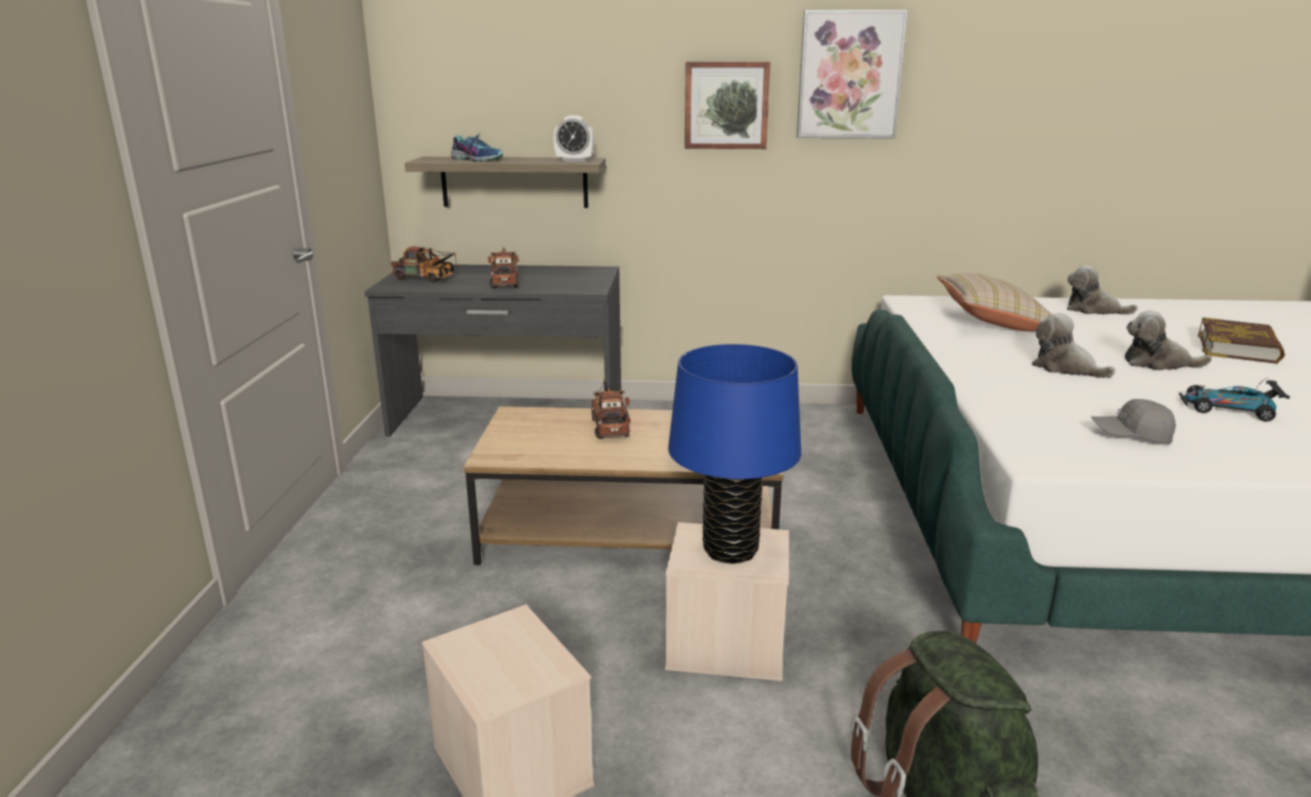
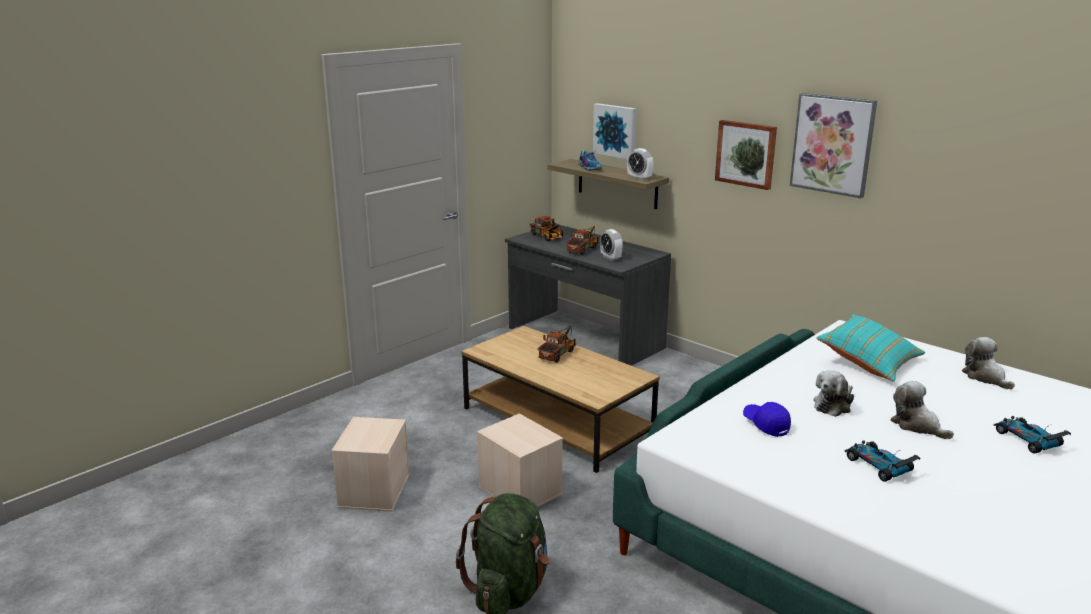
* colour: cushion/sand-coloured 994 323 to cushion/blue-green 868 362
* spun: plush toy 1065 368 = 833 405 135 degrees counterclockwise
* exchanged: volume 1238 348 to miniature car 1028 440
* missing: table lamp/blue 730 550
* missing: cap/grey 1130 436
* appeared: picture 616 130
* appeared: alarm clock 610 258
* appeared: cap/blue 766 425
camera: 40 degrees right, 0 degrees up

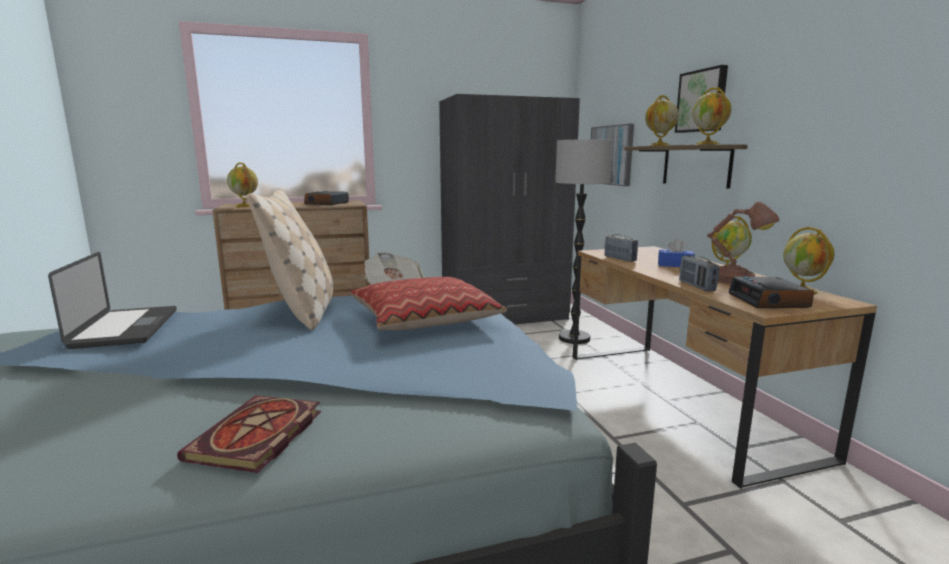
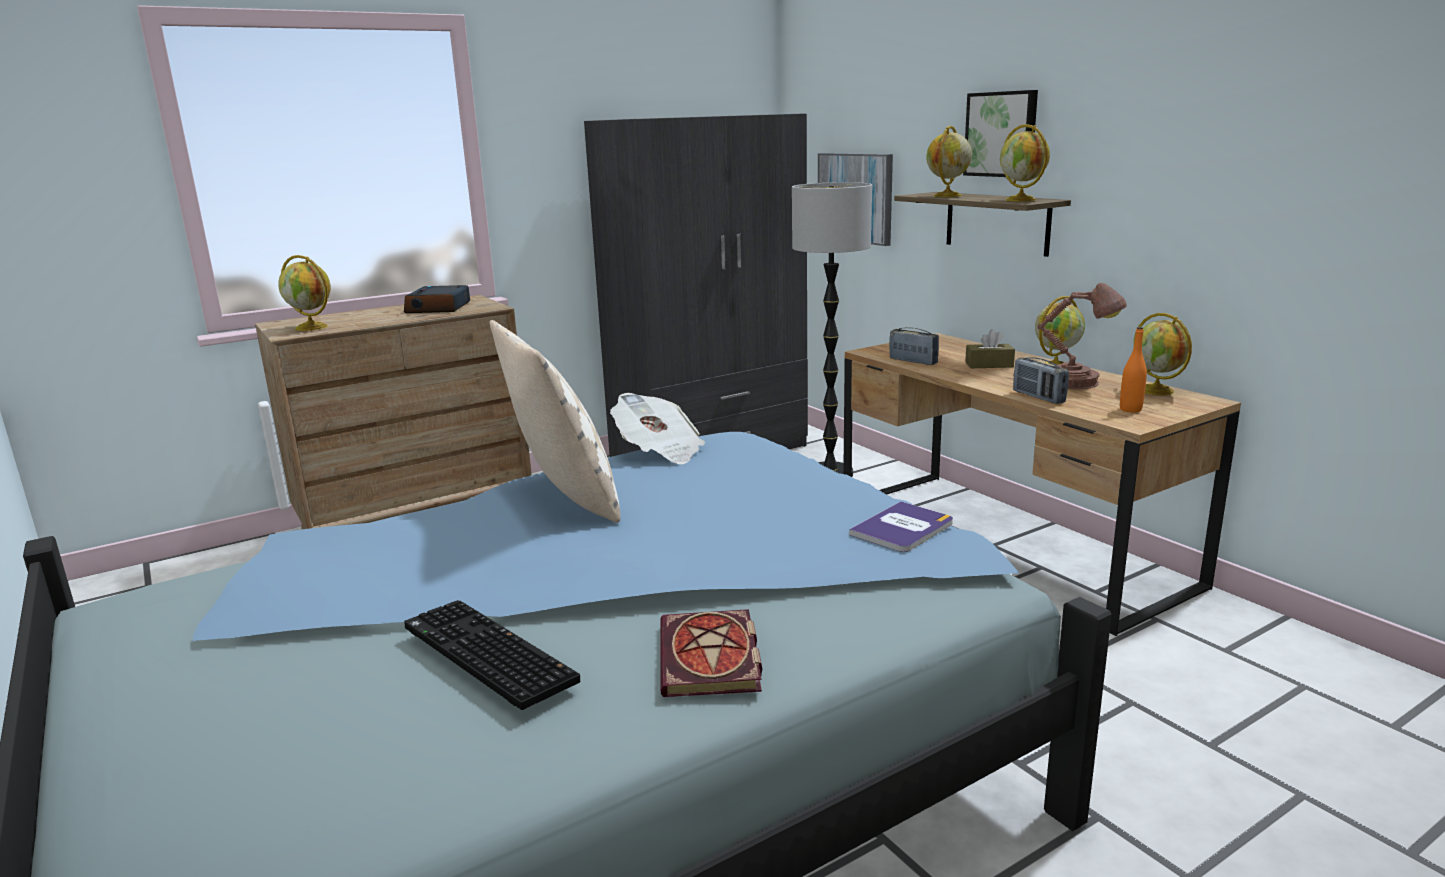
* colour: tissue box/blue 675 265 to tissue box/brown 989 365
* missing: laptop 126 328
* missing: cushion 423 319
* exchanged: alarm clock 769 301 to beverage bottle/orangey 1130 409
* appeared: volume 902 528
* appeared: PC keyboard 483 655
camera: 15 degrees left, 5 degrees up

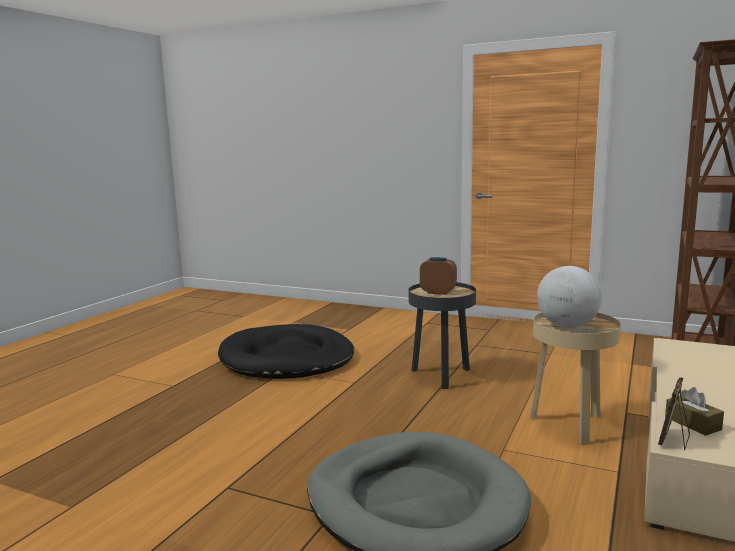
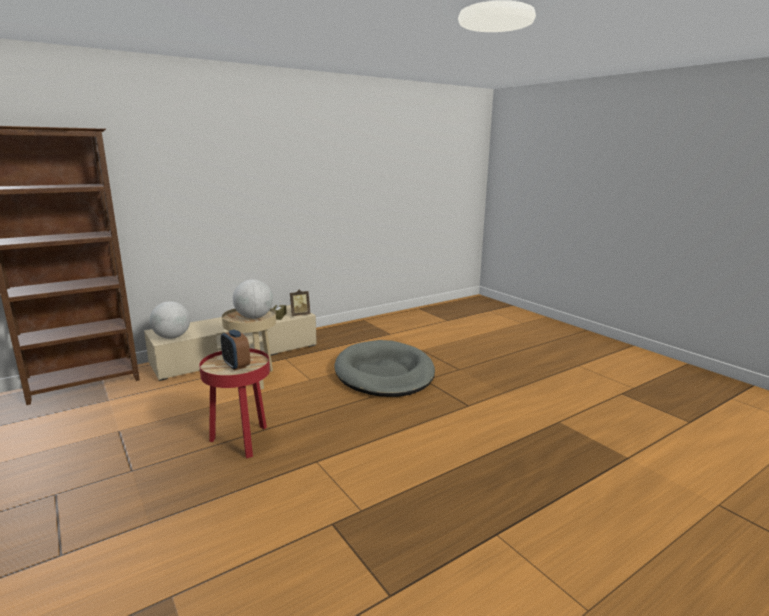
* colour: side table/black-coloured 441 376 to side table/red-coloured 242 440
* missing: dog bed/black-coloured 286 358
* appeared: desk globe 172 337
camera: 150 degrees left, 5 degrees up

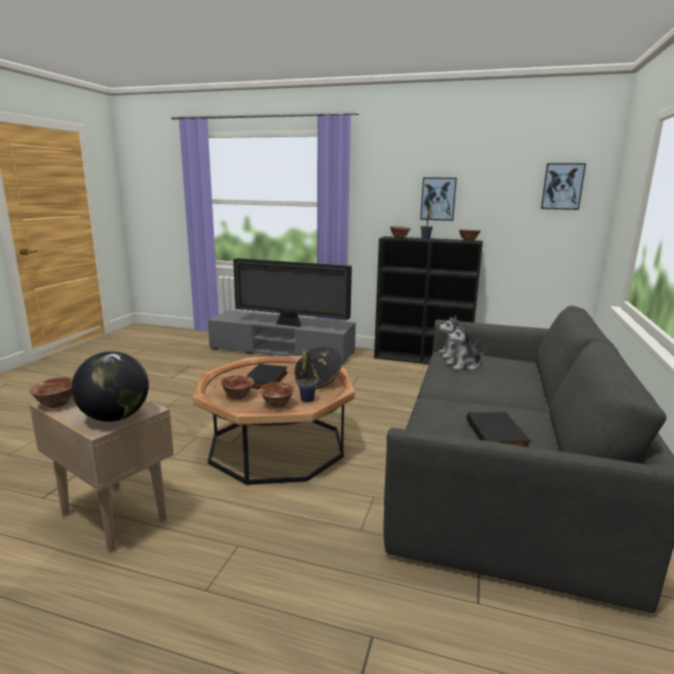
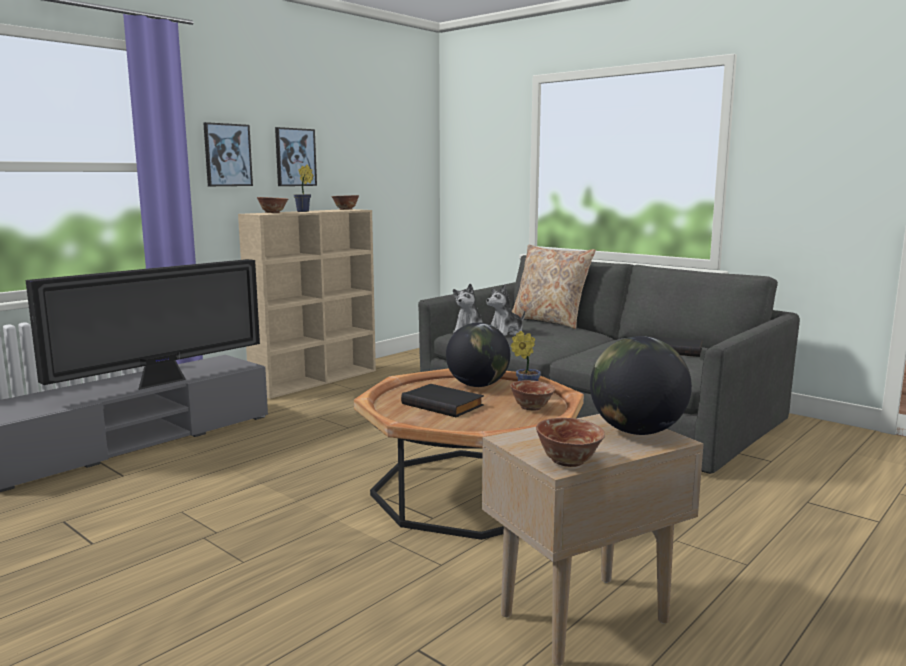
* relocated: picture 562 186 to 227 155
* colour: shelving unit/black-coloured 423 359 to shelving unit/sand-coloured 316 380
* spun: plush toy 464 365 = 505 333 45 degrees clockwise
* exchanged: hat/black-coloured 318 382 to desk globe 477 385
* missing: bowl 238 396
* appeared: cushion/sand-coloured 549 321
camera: 65 degrees left, 5 degrees down

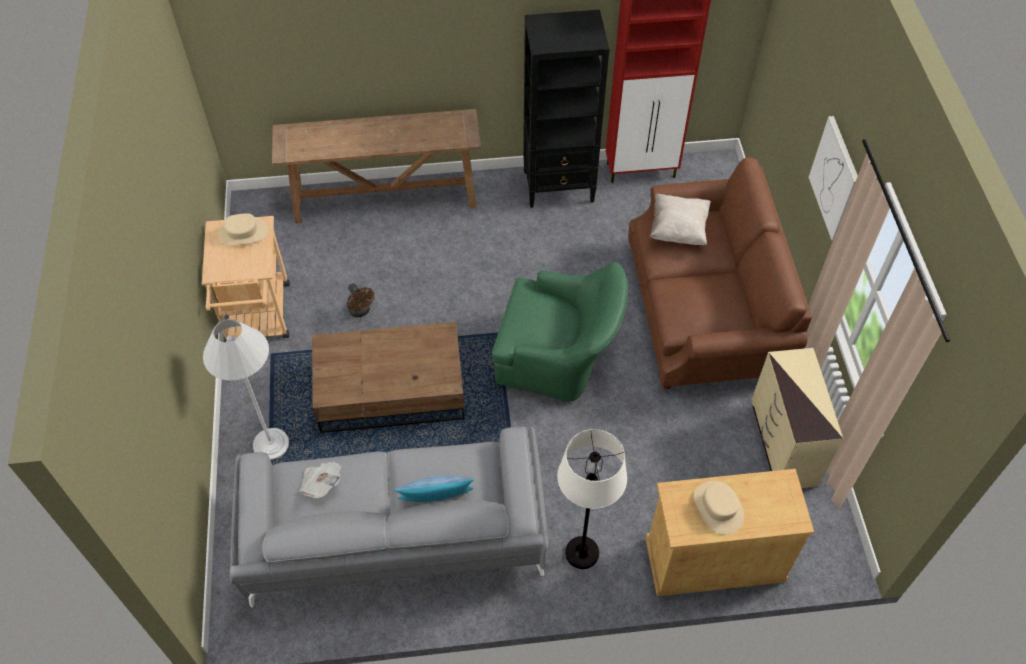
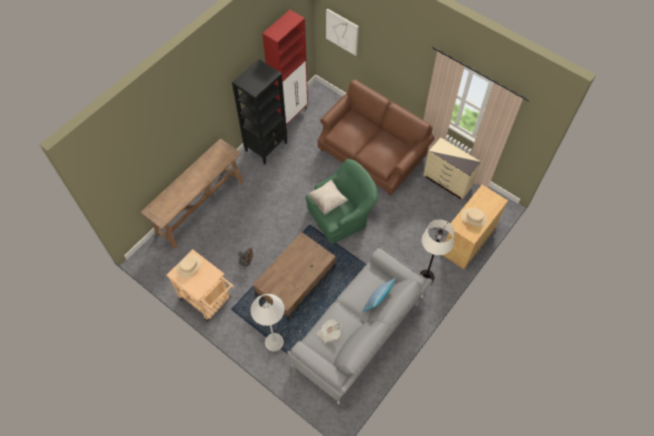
* relocated: picture 835 178 to 342 31
* relocated: cushion/sand-coloured 678 229 to 327 201
camera: 45 degrees left, 5 degrees up

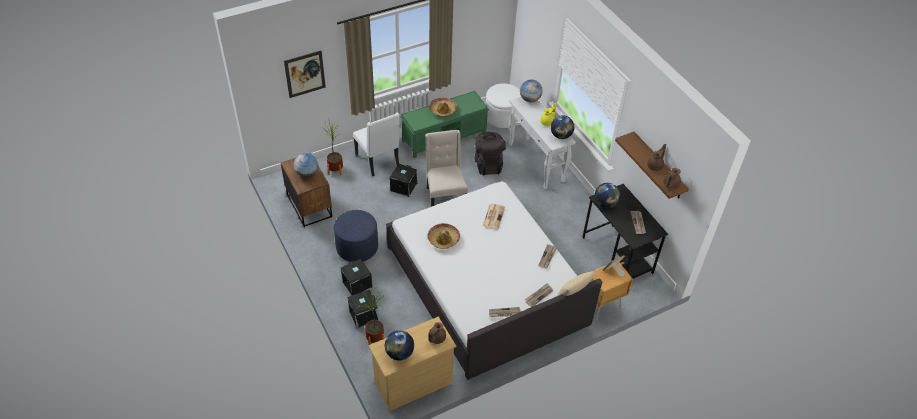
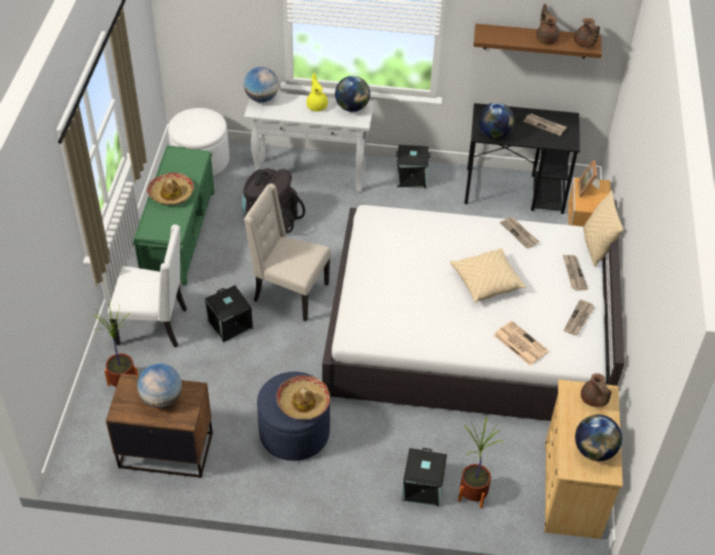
* missing: picture 305 74
* relocated: daily paper 493 216 to 519 343
* relocated: hat 443 239 to 303 402
* relocated: storage container/black-coloured 356 284 to 411 178
* appeared: cushion/sand-coloured 487 281
camera: 55 degrees left, 0 degrees up

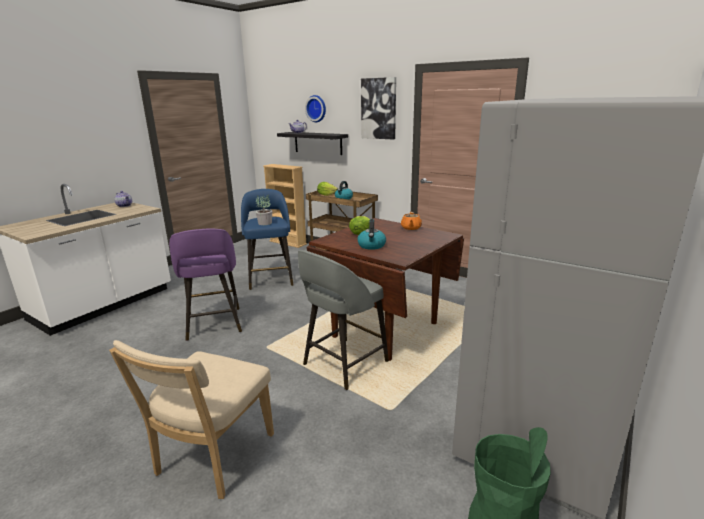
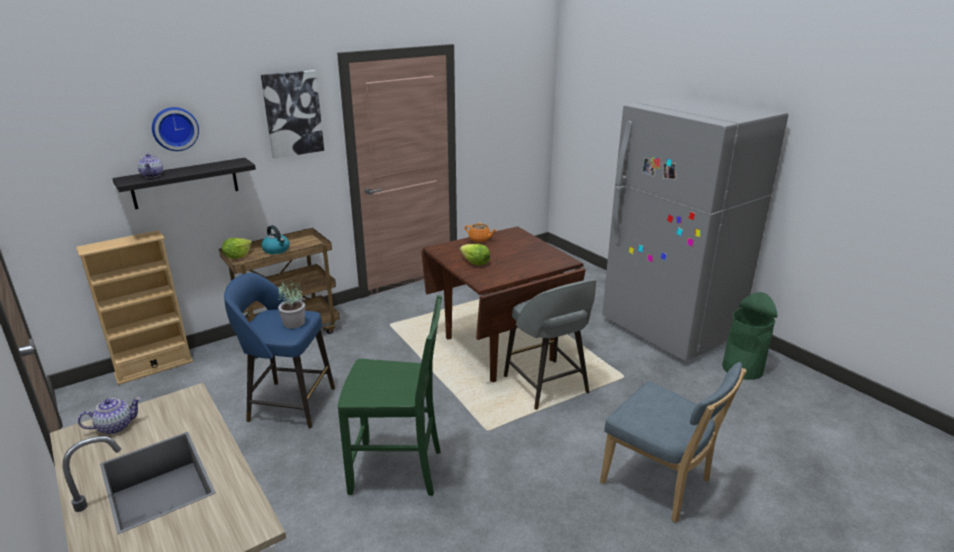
* missing: water kettle 371 246
* exchanged: stool/purple 214 324 to chair/green-coloured 398 471
* colour: chair/sand-coloured 212 458 to chair/blue 660 484
camera: 70 degrees left, 5 degrees up

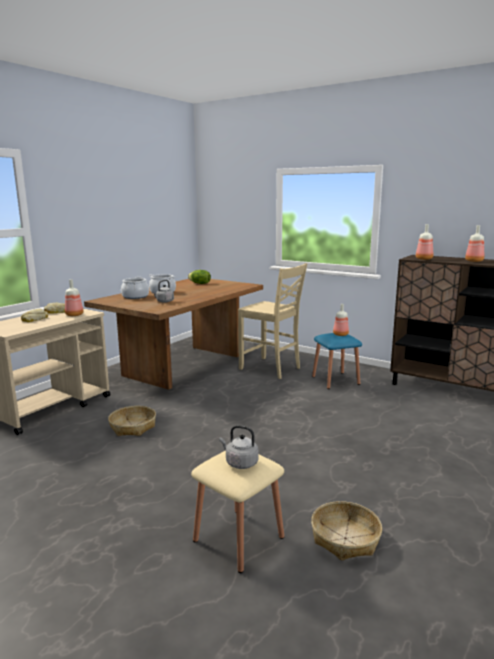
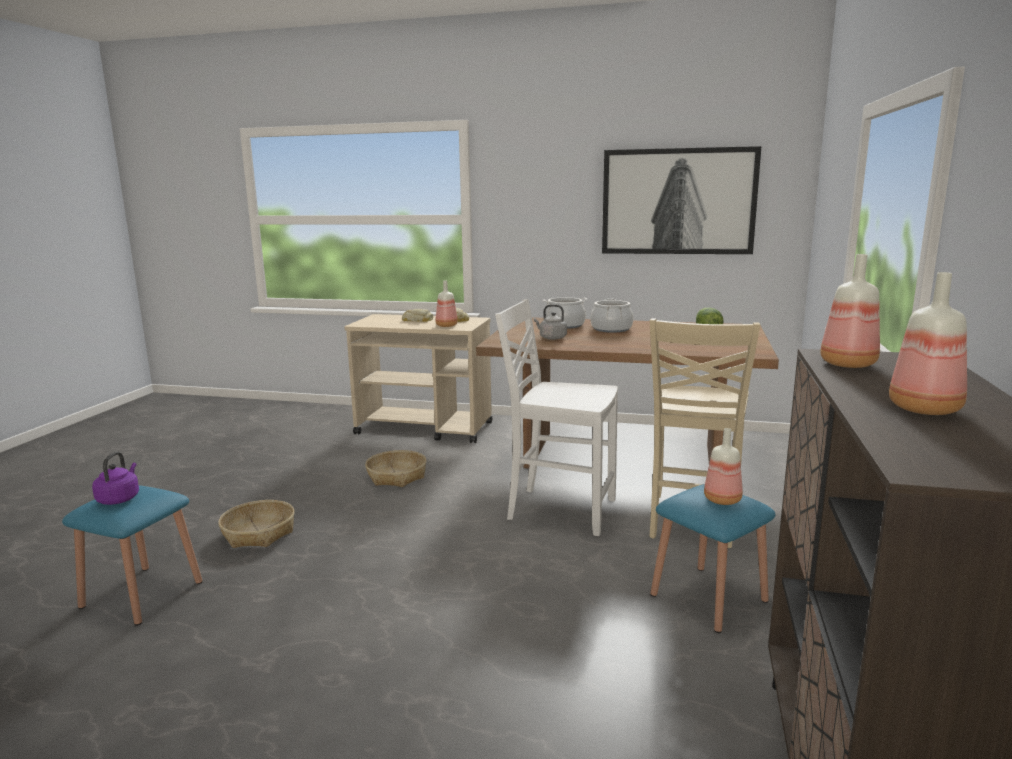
* colour: water kettle/grey 240 463 to water kettle/purple 119 498
* colour: stool/sand-coloured 238 538 to stool/blue 142 594
* relocated: storage basket 345 539 to 258 533
* appeared: picture 678 201
* appeared: chair/white-coloured 559 510
camera: 70 degrees right, 0 degrees up

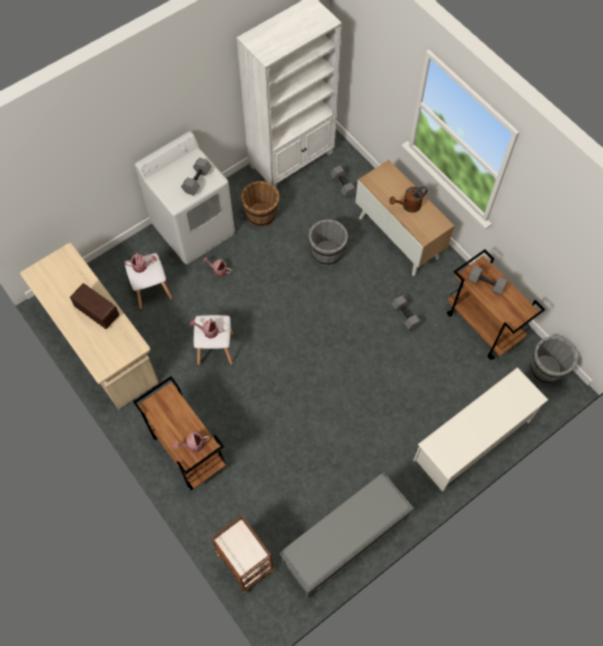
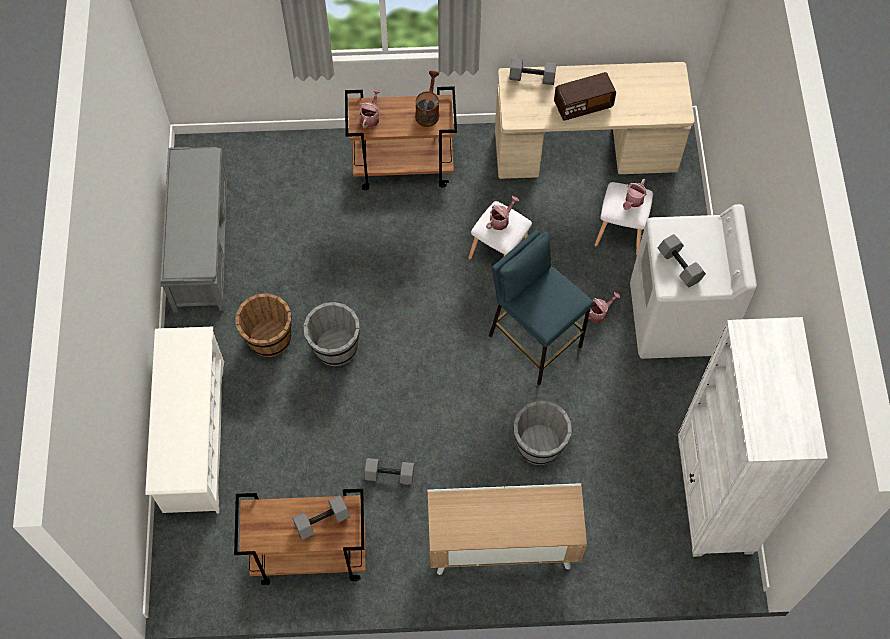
* relocated: dumbbell/grey 343 186 to 531 78
* relocated: pail/brown 261 215 to 269 339
* relocated: watering can/brown 408 206 to 428 112
* relocated: pail/grey 546 370 to 335 347
* missing: cart/brown 246 562
* appeared: stool/blue 534 341
camera: 125 degrees right, 0 degrees up

